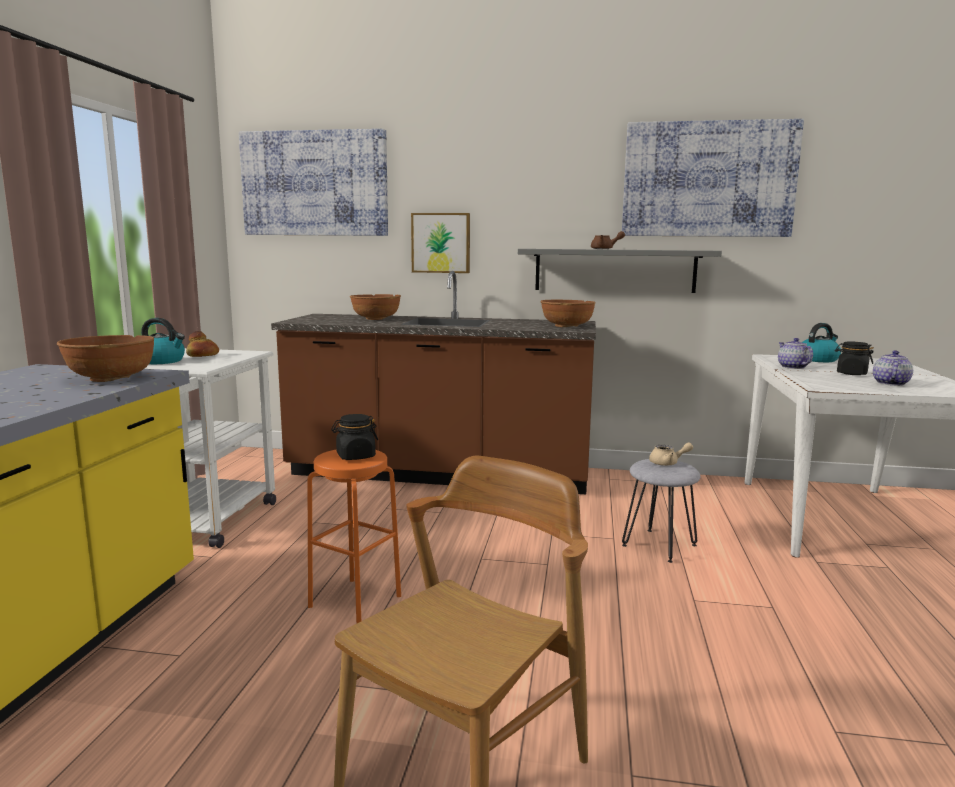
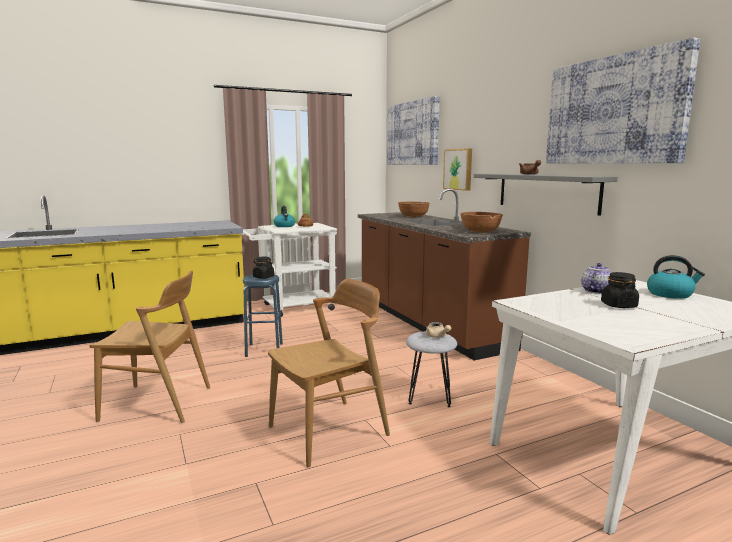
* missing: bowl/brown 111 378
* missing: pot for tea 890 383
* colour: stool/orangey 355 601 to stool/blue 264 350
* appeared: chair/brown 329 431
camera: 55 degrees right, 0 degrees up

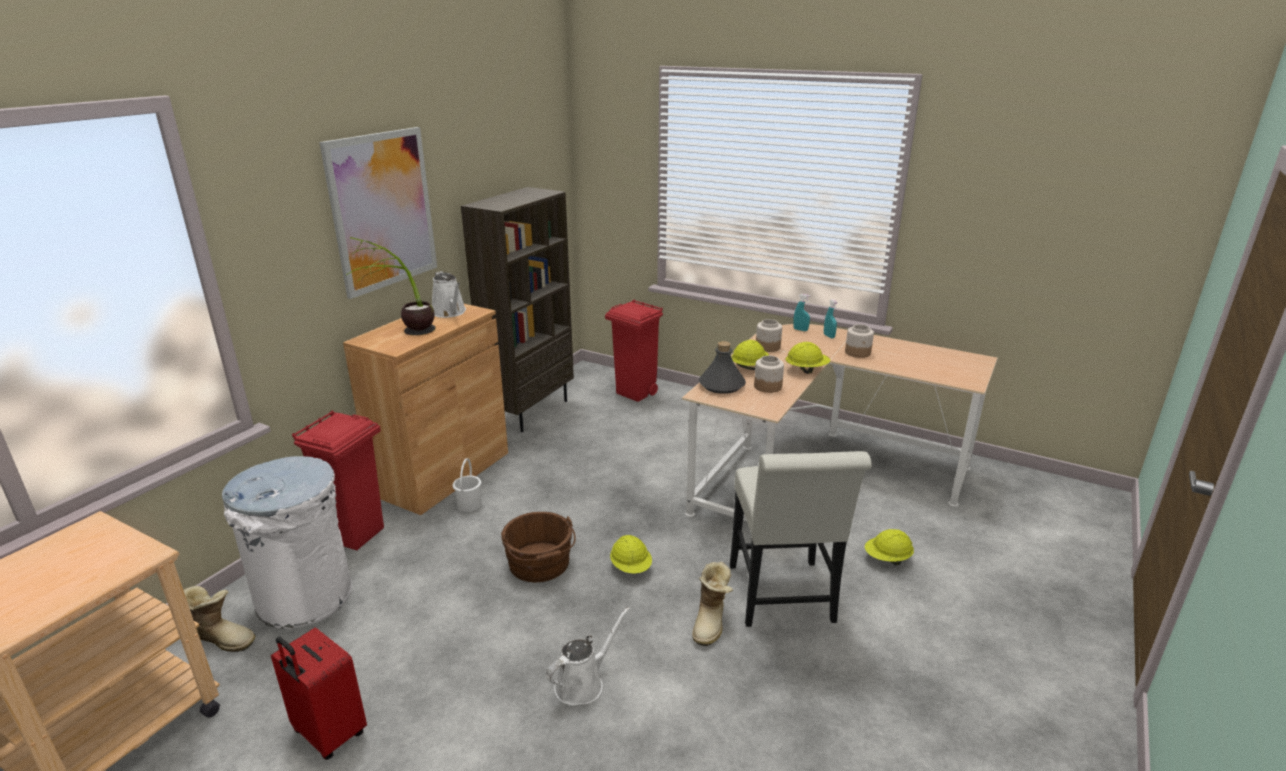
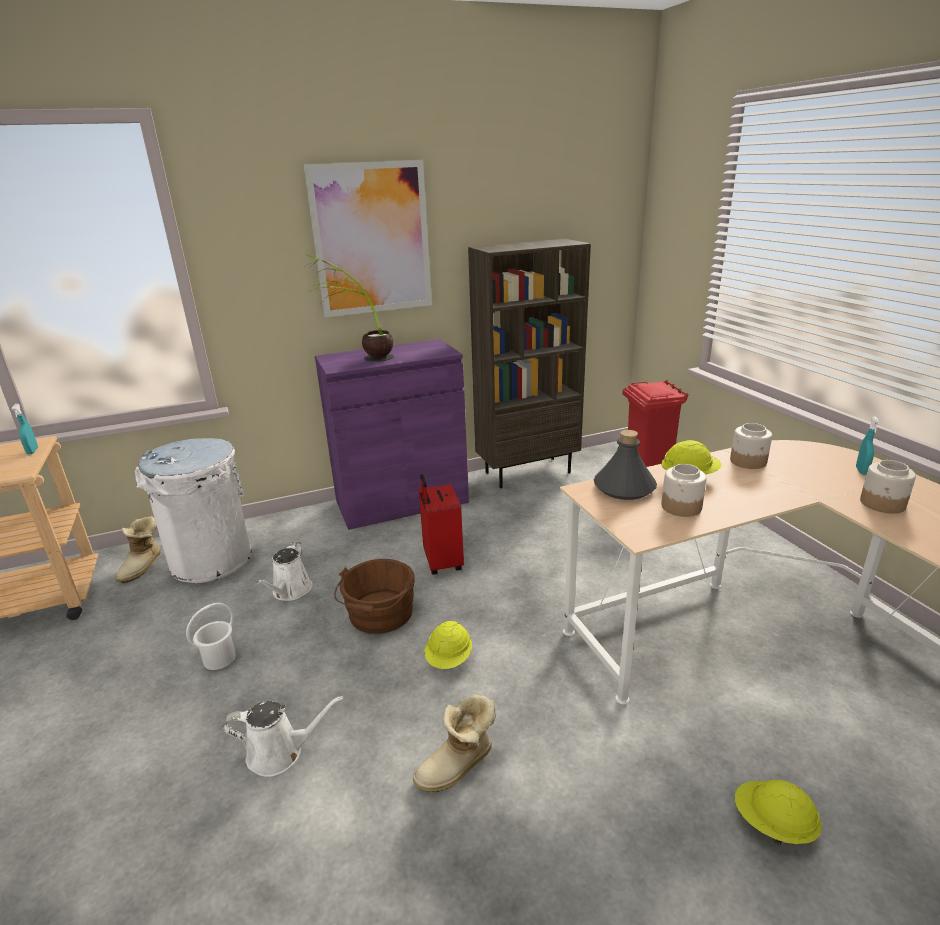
* relocated: watering can/white-coloured 450 312 to 290 591
* relocated: hand sprayer/blue-green 800 330 to 32 451
* colour: storage cabinet/brown 443 473 to storage cabinet/purple 401 501
* missing: work helmet/yellow 806 370
* missing: rubbish bin/red-coloured 357 534
* missing: chair/white-coloured 783 599
* relocated: pail/white-coloured 469 504 to 219 658
* spun: tall boot 224 637 = 143 566 45 degrees clockwise
* relocated: travel case/red-coloured 328 734 to 441 562
camera: 40 degrees right, 0 degrees up

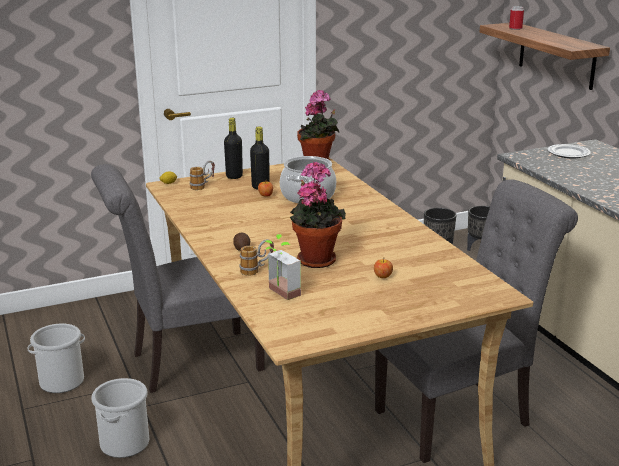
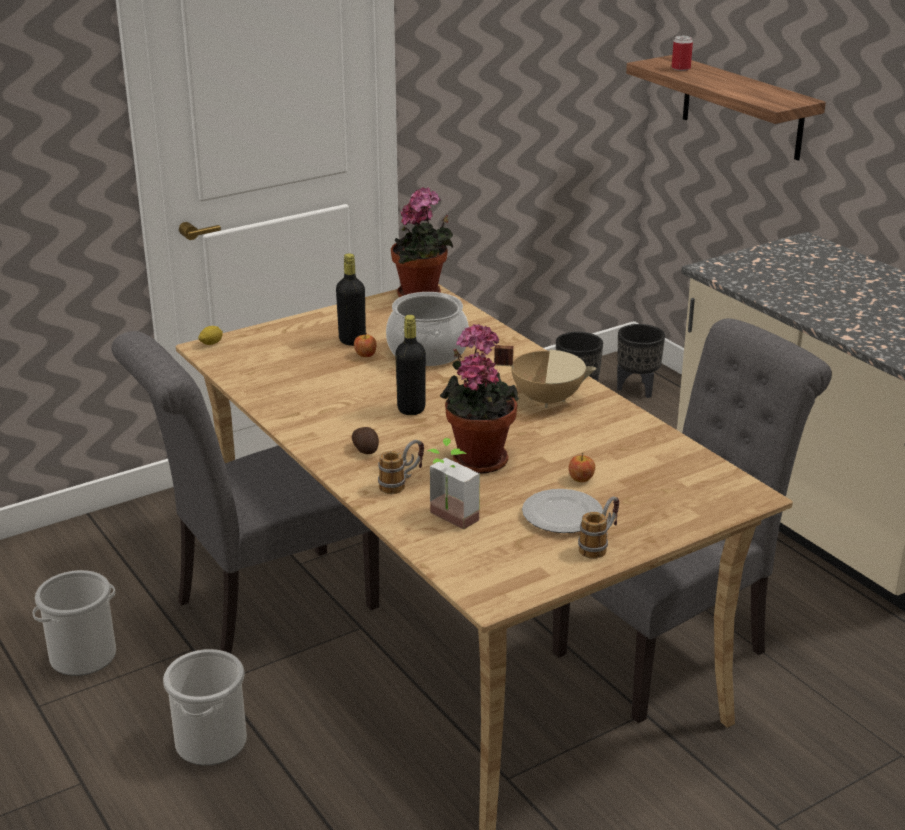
* relocated: beverage bottle/black-coloured 234 176 to 411 409
* relocated: flat dish 569 154 to 563 515
* relocated: tea mug 203 186 to 600 545
* appeared: saucepot/sand-coloured 546 399
camera: 10 degrees left, 5 degrees up

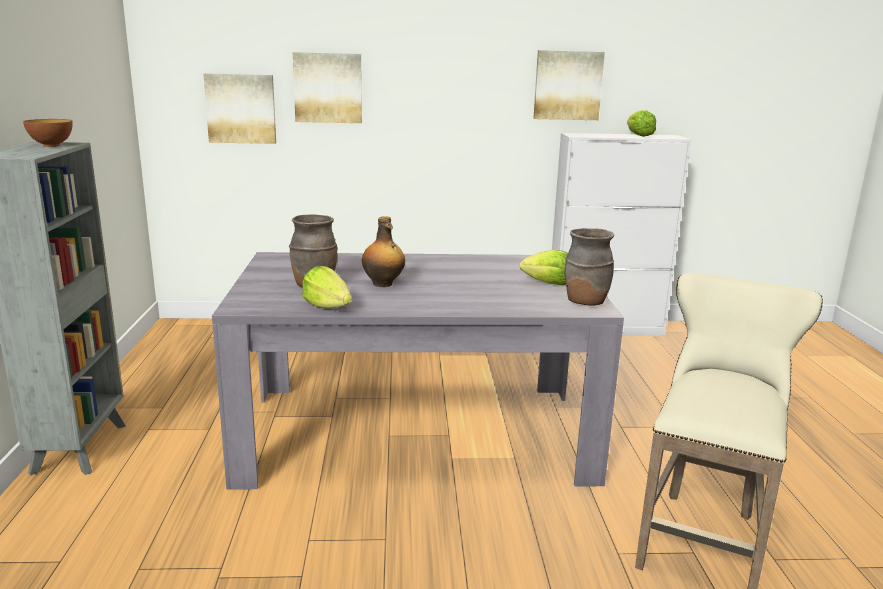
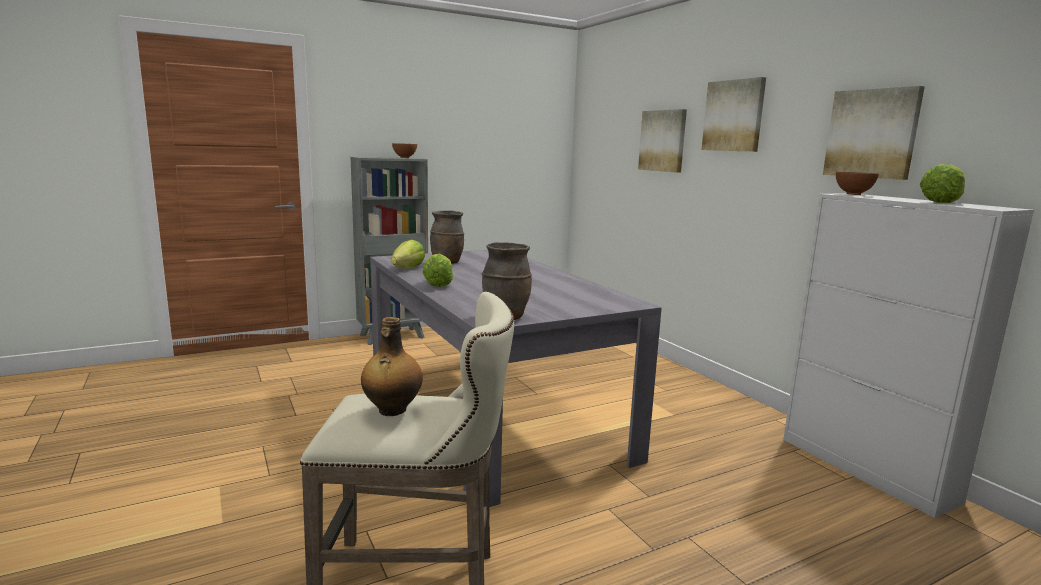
* relocated: picture 241 108 to 734 116
* relocated: beverage bottle 383 284 to 392 410
* relocated: lettuce head 549 283 to 438 284
* appeared: bowl 853 194
camera: 65 degrees right, 5 degrees down

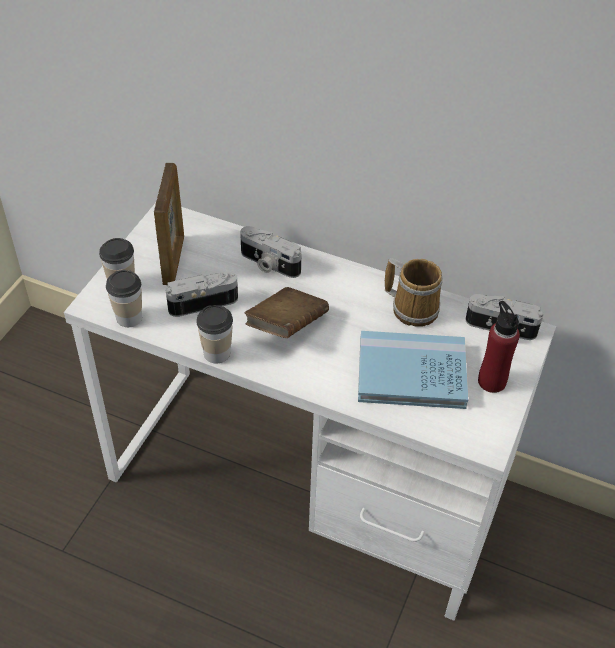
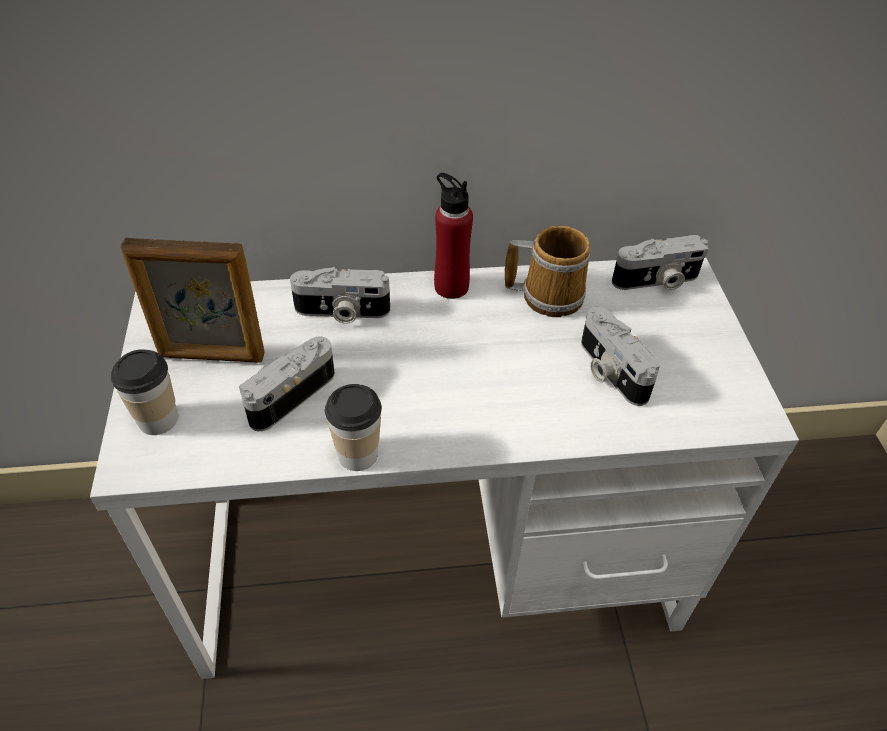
* spun: standing frame 174 260 = 212 356 120 degrees clockwise
* missing: cup 129 317
* missing: volume/brown 286 326
* relocated: beverage bottle/red-coloured 491 381 to 451 287
* exchanged: volume/blue 411 373 to still camera 609 371
camera: 30 degrees left, 0 degrees up

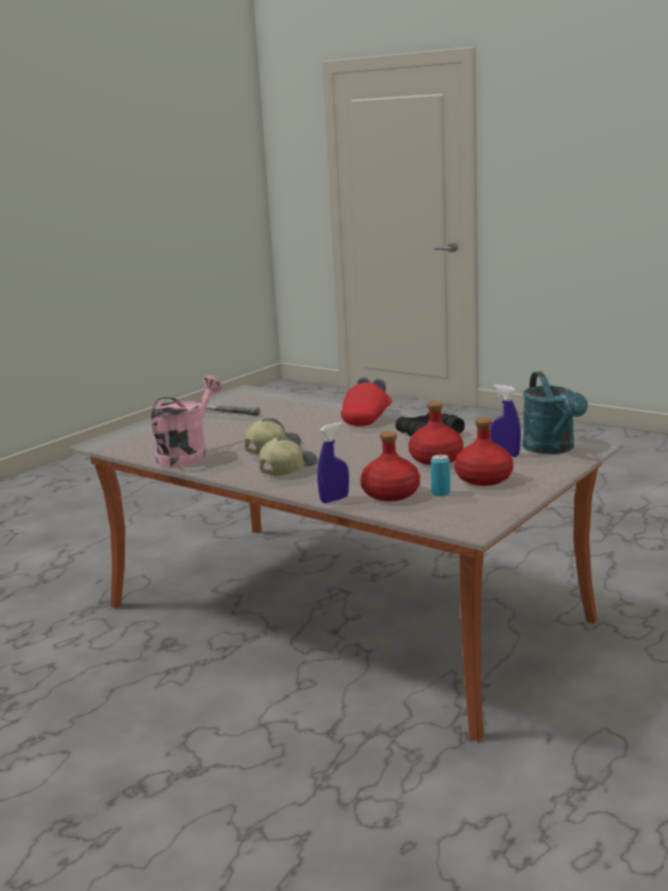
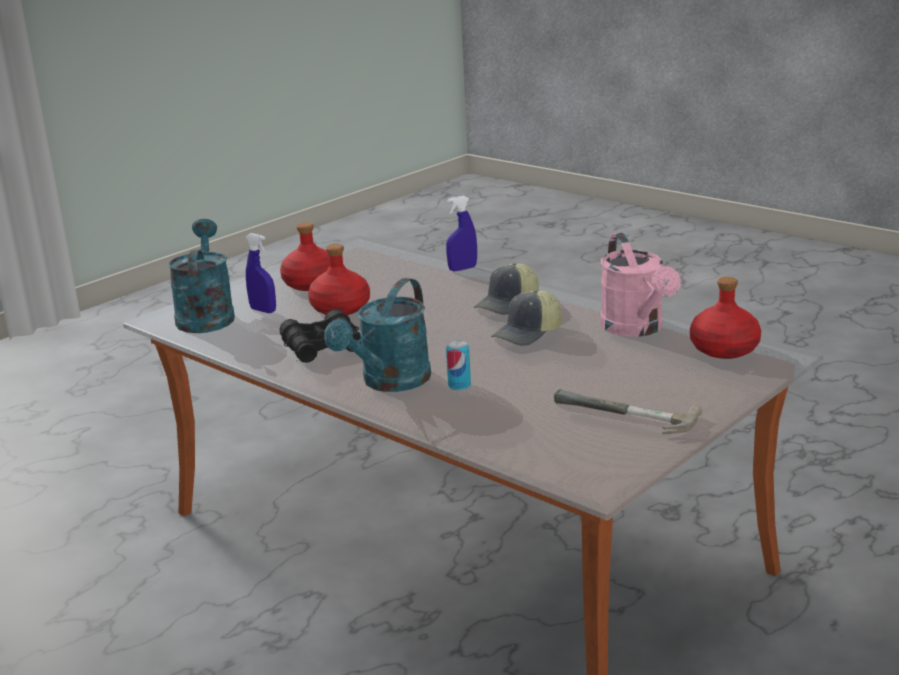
* spun: watering can/pink-coloured 187 454 = 637 329 45 degrees counterclockwise
* exchanged: cap/red-coloured 367 418 to watering can/blue-green 389 383
* relocated: beverage bottle/red-coloured 391 494 to 724 349
* relocated: metal can 440 493 to 459 386
camera: 175 degrees left, 5 degrees up

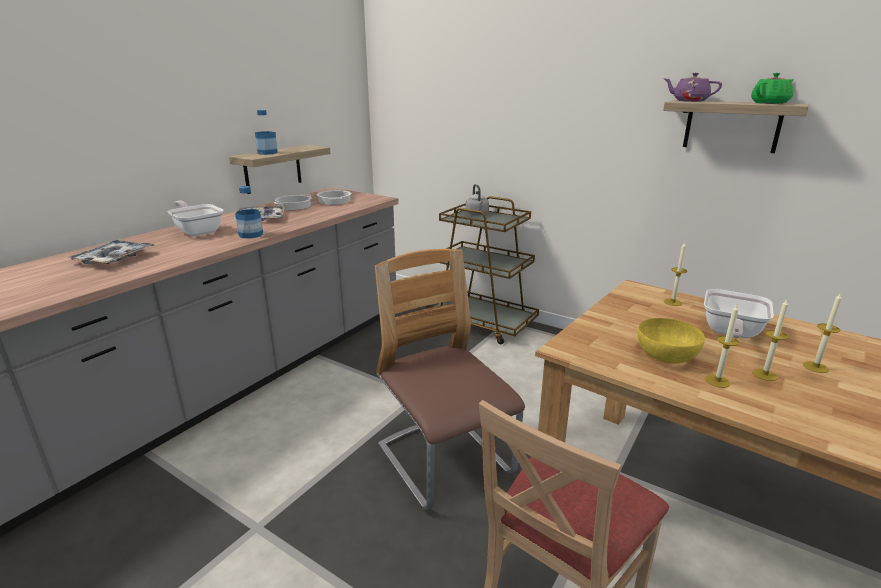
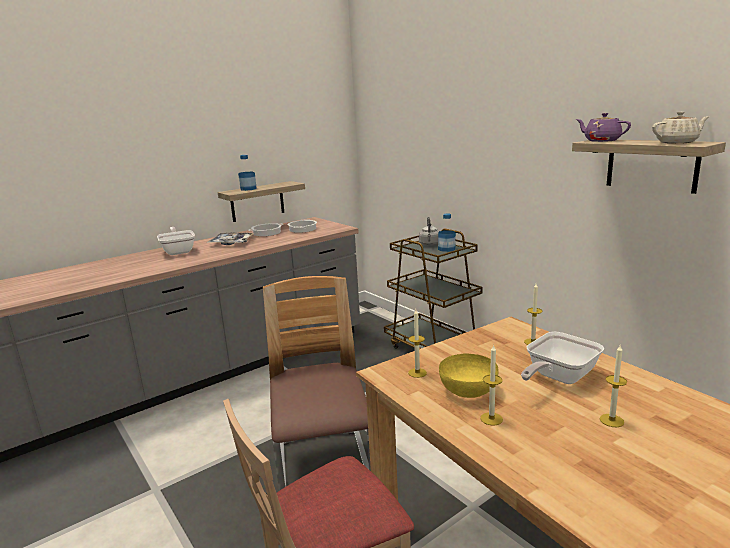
* colour: pot for tea/green-coloured 770 103 to pot for tea/sand-coloured 677 142
* relocated: beverage bottle 251 235 to 446 249
* missing: tray 114 258
* relocated: candle 765 374 to 417 373
camera: 20 degrees right, 5 degrees down

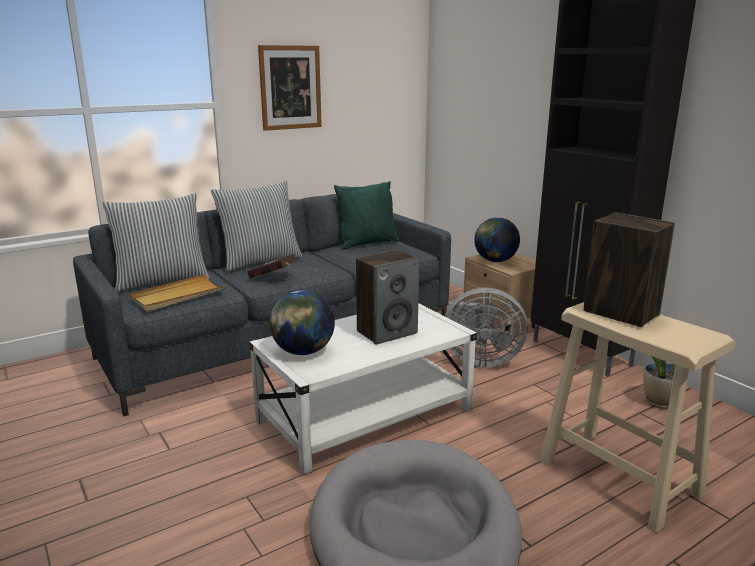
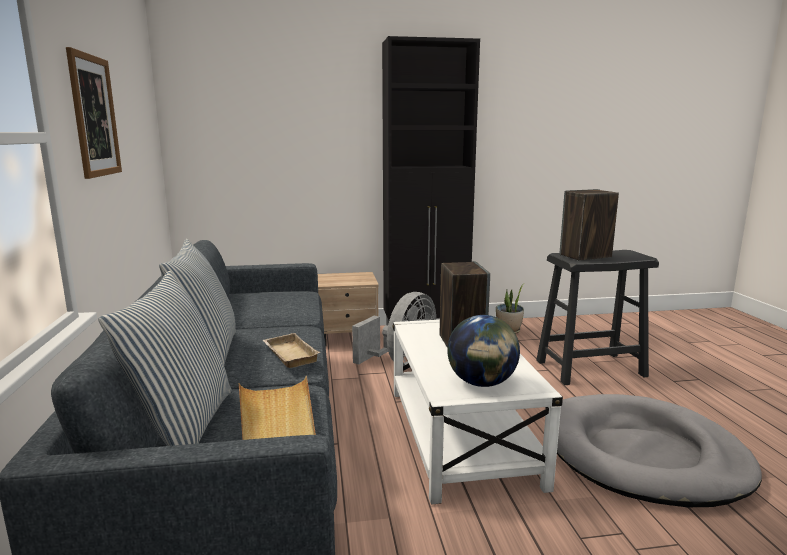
* missing: cushion/green-coloured 367 244
* missing: desk globe 495 261
* exchanged: volume/red-coloured 274 278 to tray/sand-coloured 288 355
* colour: stool/sand-coloured 618 477 to stool/black-coloured 589 368
camera: 65 degrees left, 5 degrees down

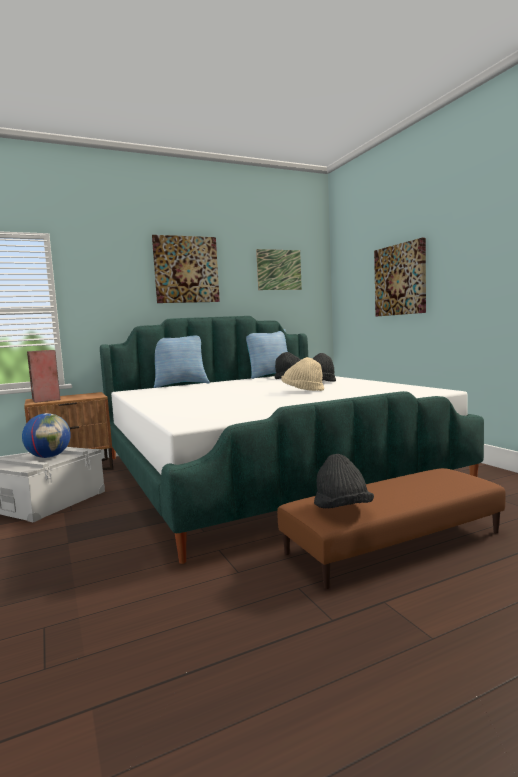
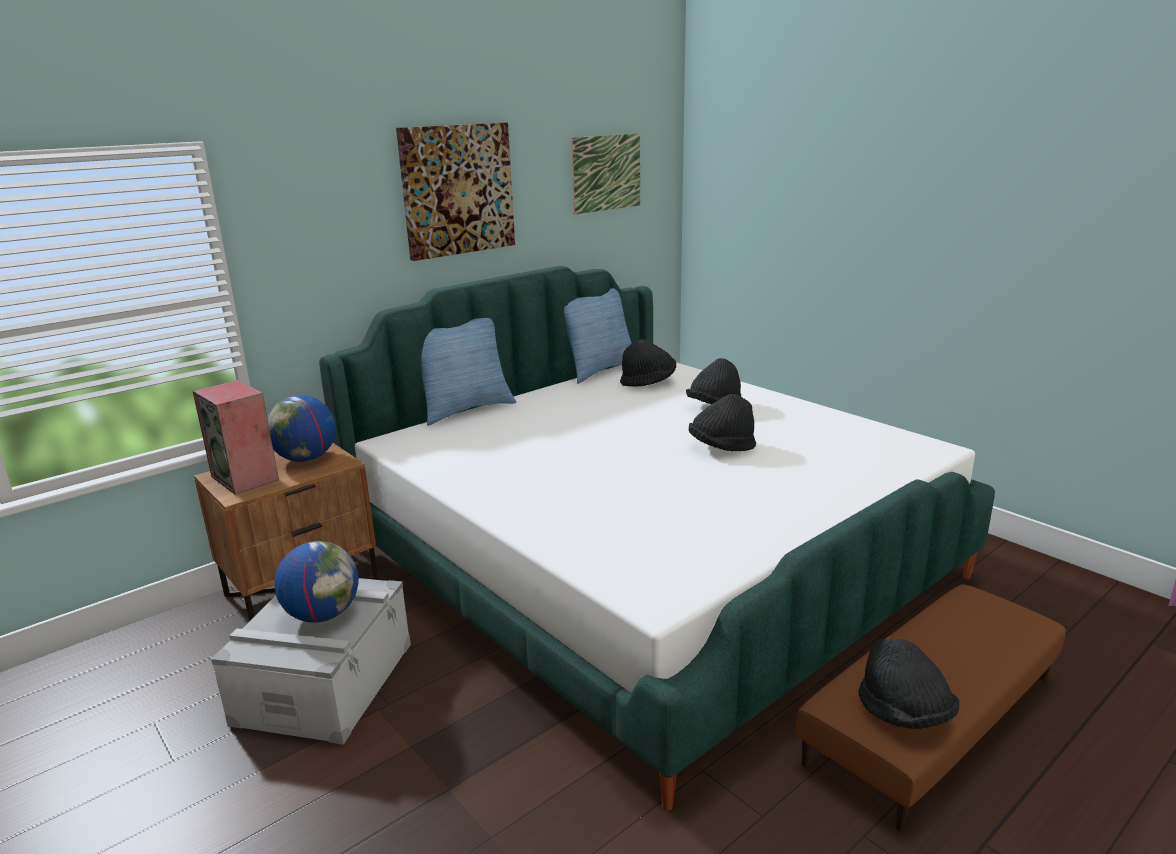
* missing: picture 400 279
* colour: hat/sand-coloured 302 391 to hat/black-coloured 721 447
* appeared: desk globe 306 459
camera: 15 degrees left, 15 degrees up

